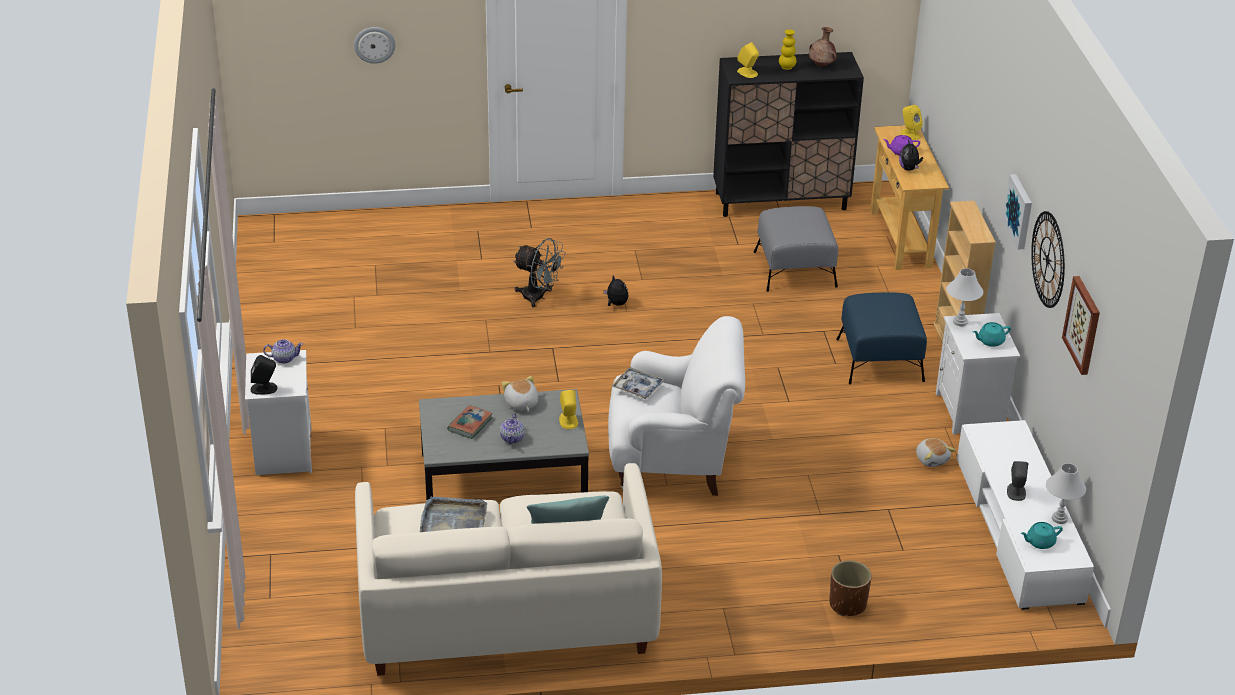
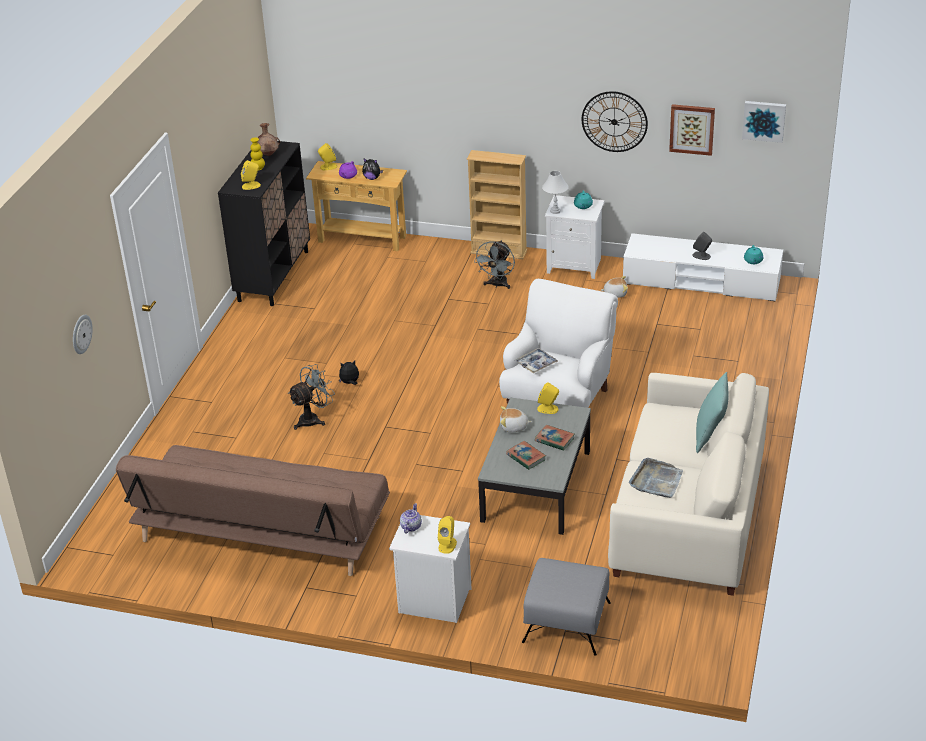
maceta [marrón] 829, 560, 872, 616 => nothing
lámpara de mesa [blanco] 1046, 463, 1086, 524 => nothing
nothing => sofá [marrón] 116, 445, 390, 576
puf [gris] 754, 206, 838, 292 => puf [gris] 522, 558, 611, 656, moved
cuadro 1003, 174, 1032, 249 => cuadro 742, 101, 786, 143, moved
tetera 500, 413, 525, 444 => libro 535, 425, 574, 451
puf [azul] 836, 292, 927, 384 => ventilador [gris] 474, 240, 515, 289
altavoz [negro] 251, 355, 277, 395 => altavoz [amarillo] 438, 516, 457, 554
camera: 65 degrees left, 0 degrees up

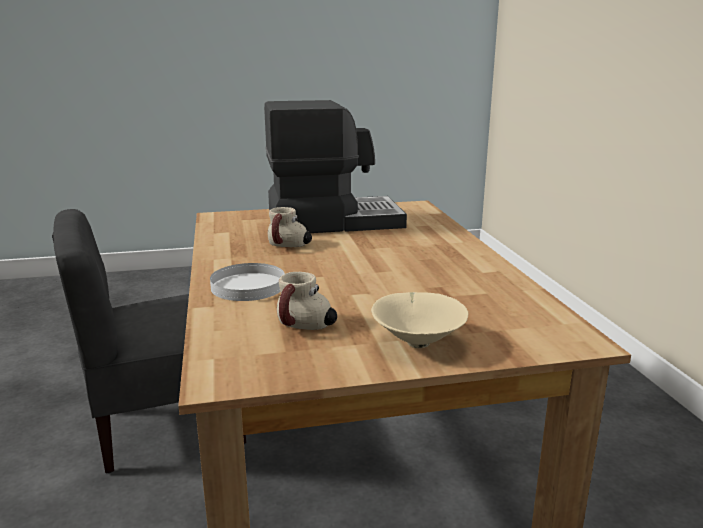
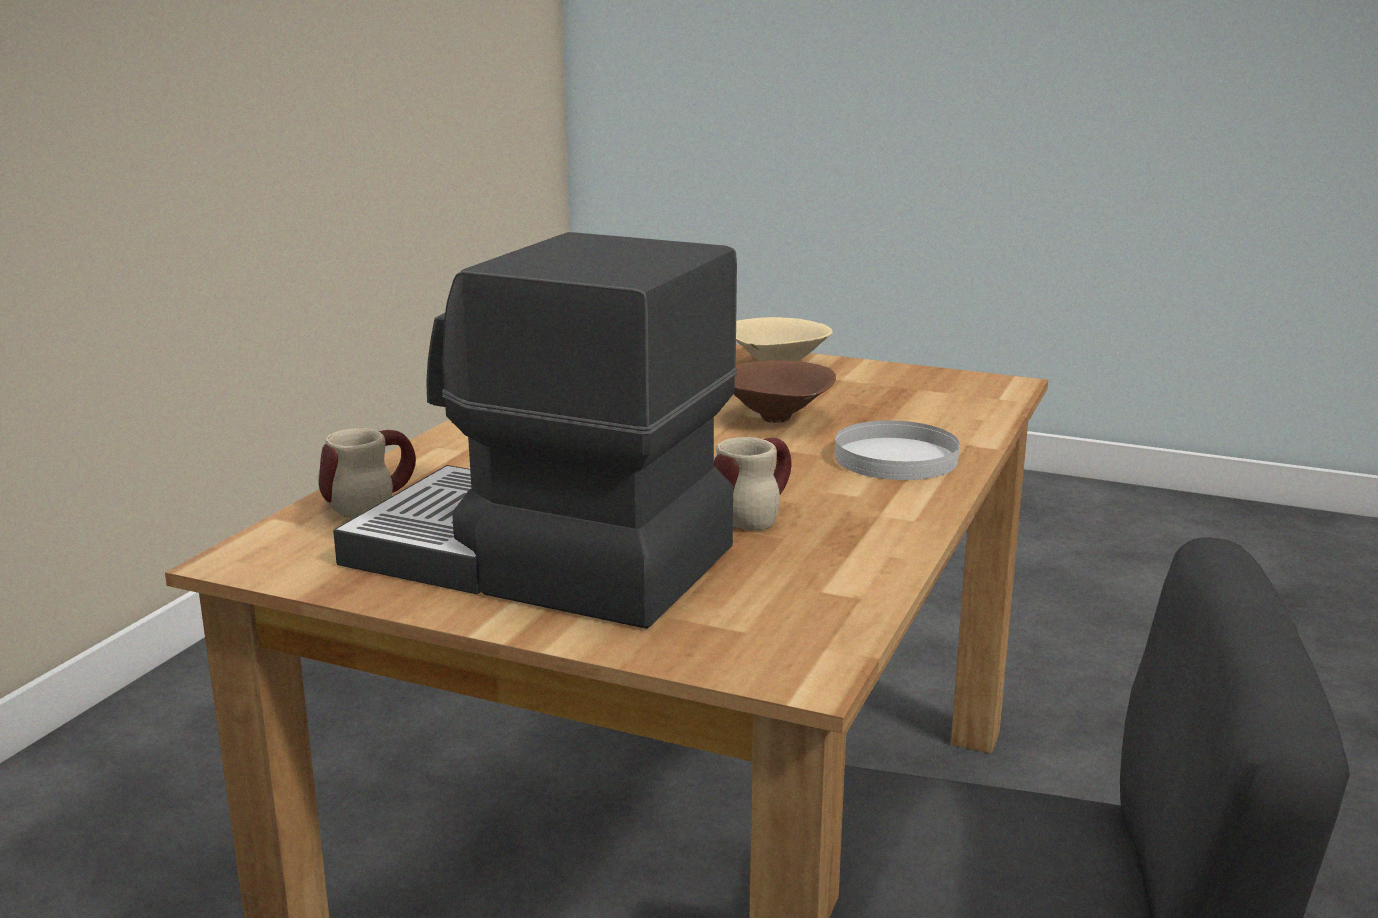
nothing => cuenco [marrón] 734, 360, 836, 423
taza grande 277, 272, 337, 330 => taza grande 318, 428, 416, 519, moved
camera: 145 degrees left, 0 degrees up

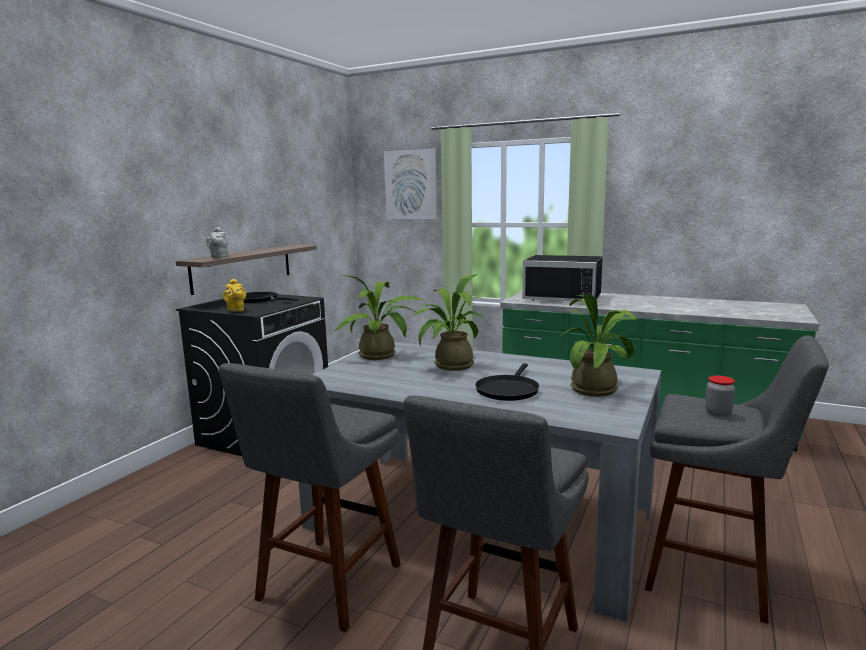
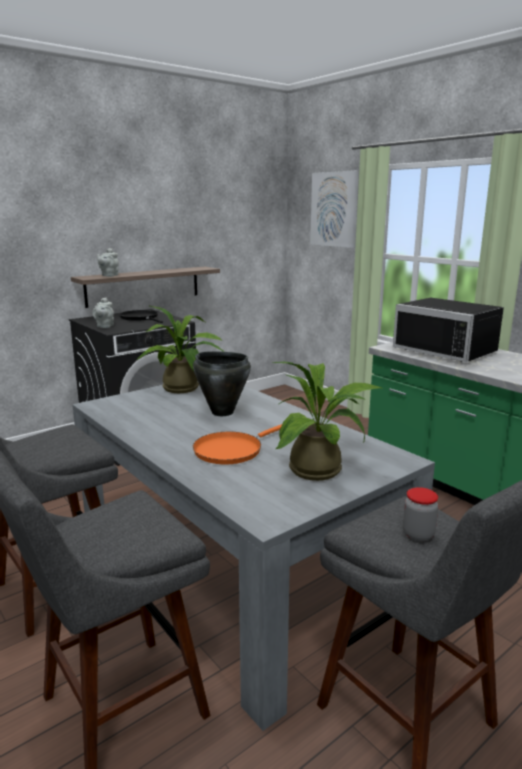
planta en maceta 412, 274, 486, 371 => olla [negro] 193, 351, 251, 416
tetera [amarillo] 223, 279, 246, 312 => tetera [gris] 92, 298, 114, 328
sartén [negro] 475, 363, 539, 401 => sartén [naranja] 193, 424, 282, 465
camera: 25 degrees right, 5 degrees up

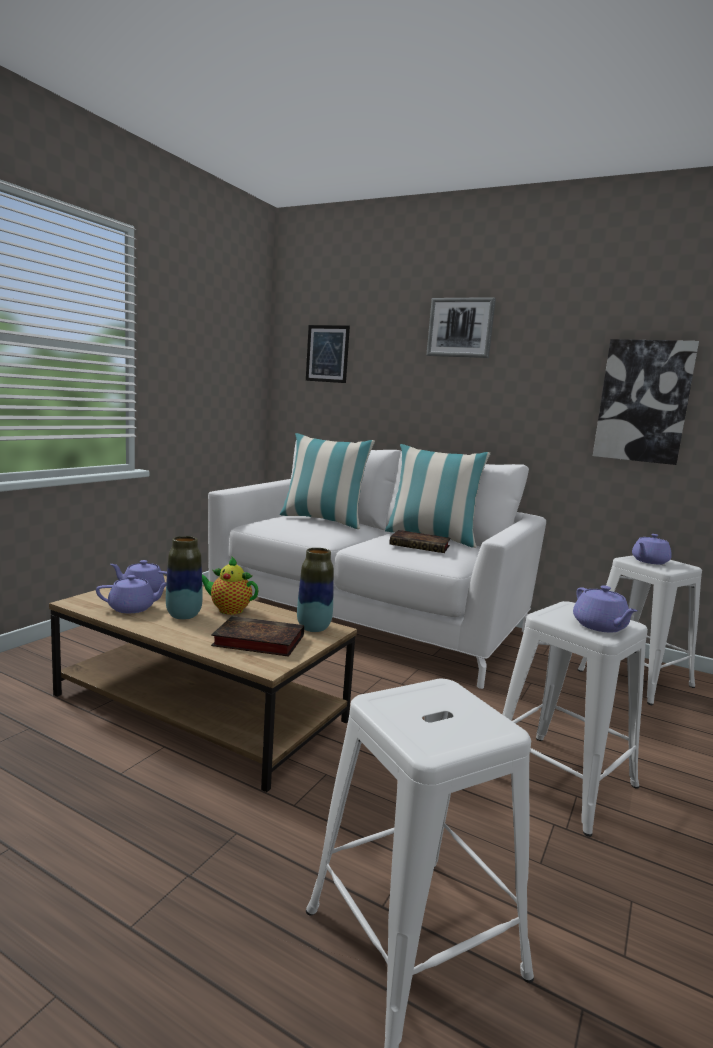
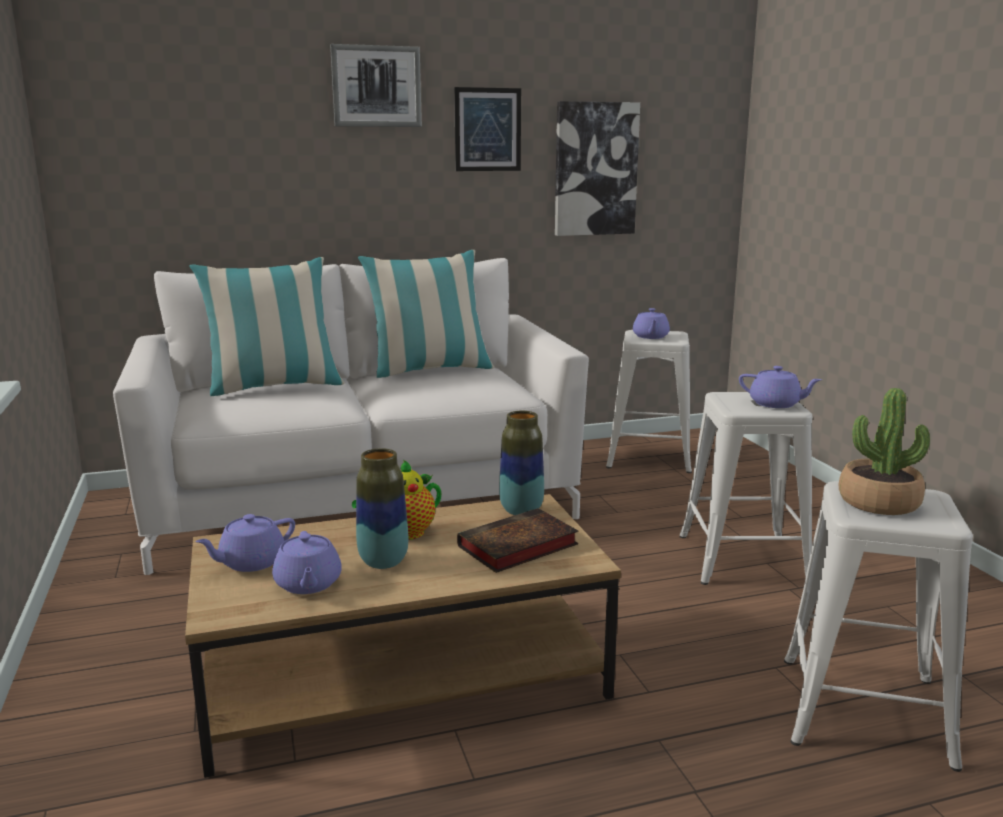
libro 389, 530, 451, 553 => nothing
nothing => planta en maceta 839, 388, 930, 515
cuadro 306, 325, 350, 383 => cuadro 454, 87, 521, 171, moved
tetera [morado] 96, 575, 166, 613 => tetera [morado] 272, 531, 342, 594, 135 degrees clockwise
camera: 45 degrees left, 5 degrees up

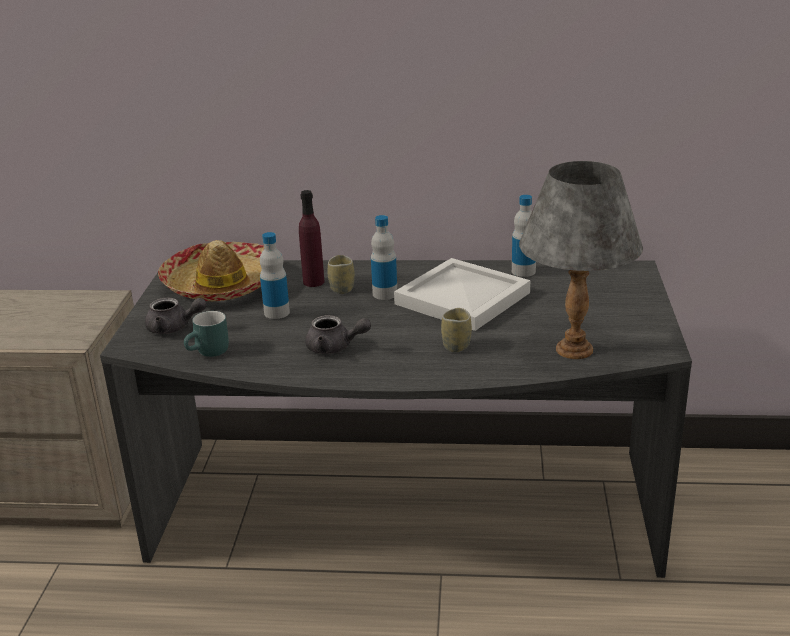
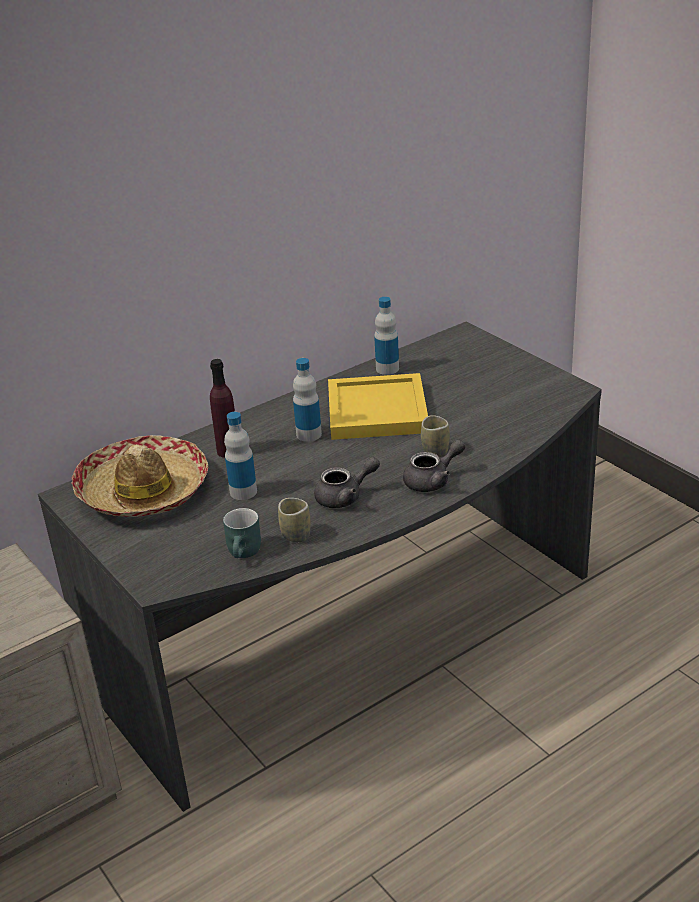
lámpara de mesa [gris] 519, 161, 643, 359 => nothing
tetera [gris] 145, 298, 207, 334 => tetera [gris] 403, 439, 465, 492, moved
taza 328, 255, 355, 294 => taza 278, 498, 310, 542, moved
bandeja [blanco] 394, 258, 530, 331 => bandeja [amarillo] 328, 373, 428, 440
camera: 40 degrees left, 5 degrees up

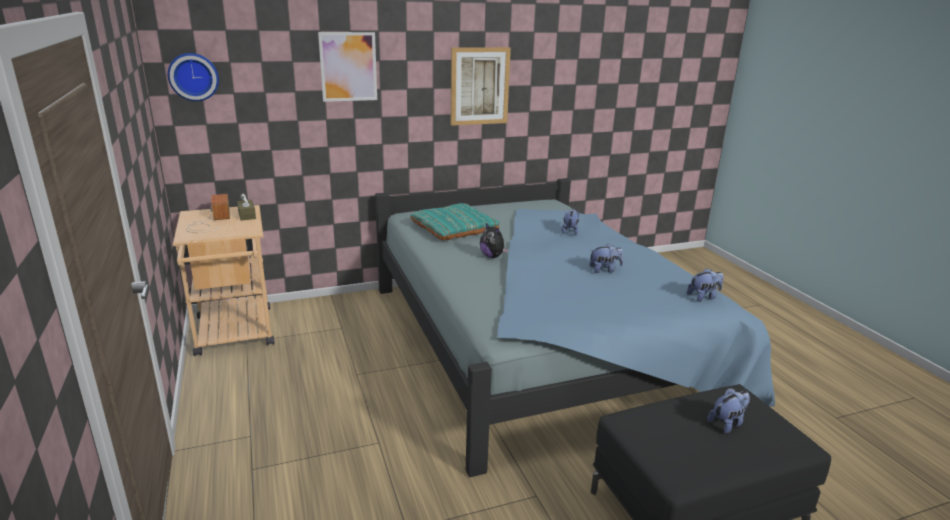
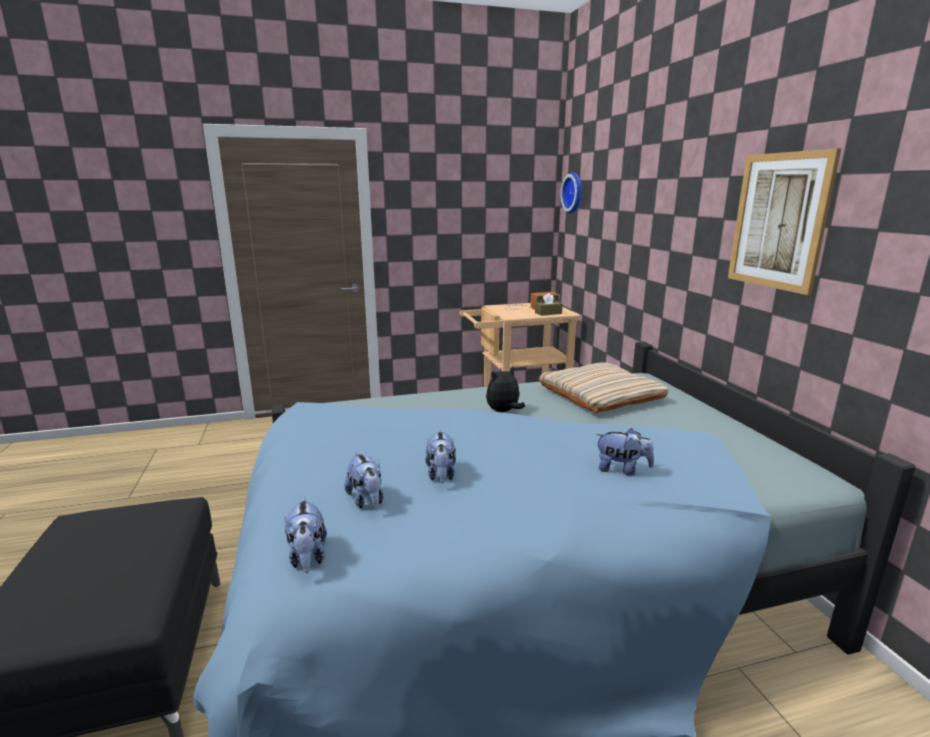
cuadro 318, 32, 377, 102 => nothing
peluche 707, 388, 750, 433 => peluche 345, 452, 383, 509, moved
cojín [turquesa] 410, 203, 499, 241 => cojín [beis] 539, 362, 668, 414
camera: 95 degrees right, 5 degrees down

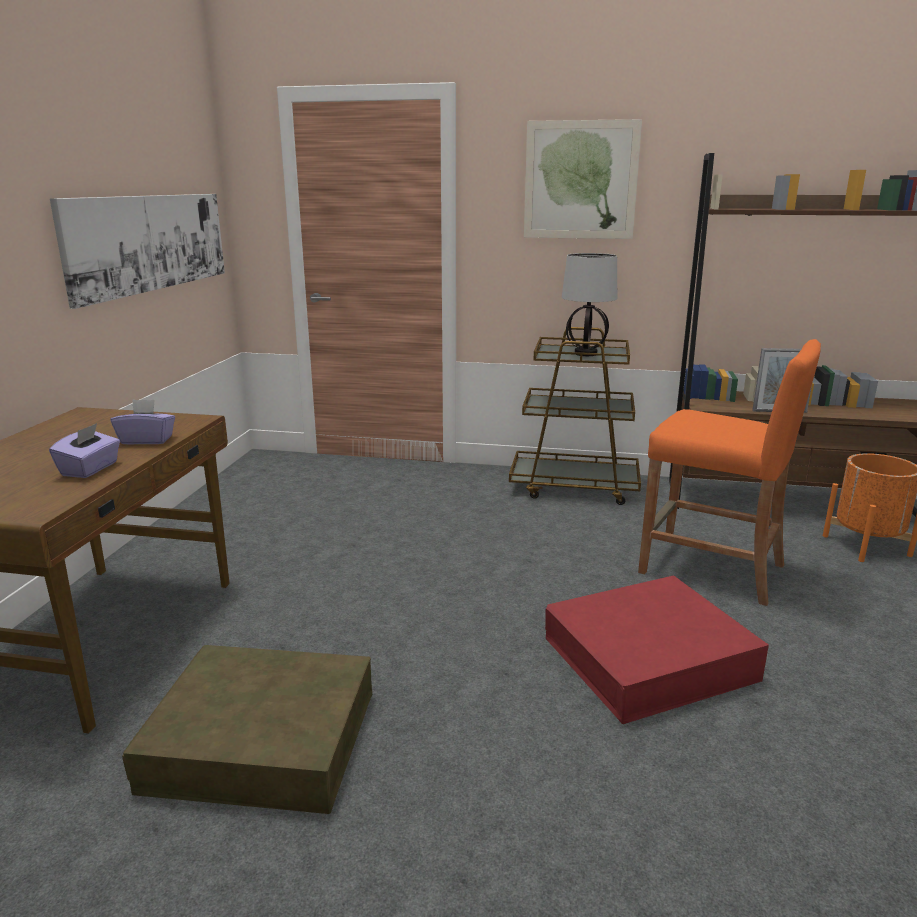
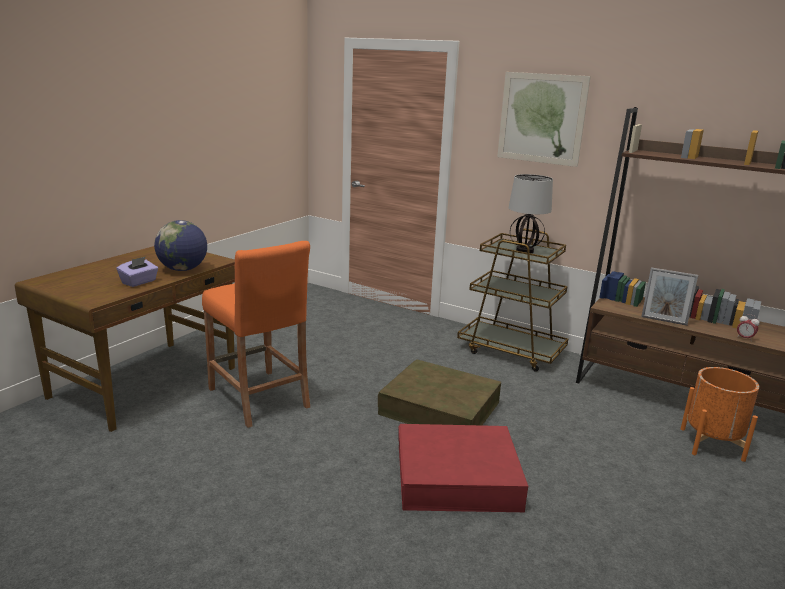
cuadro 50, 194, 225, 309 => nothing
nothing => despertador 737, 314, 760, 339
caja de almacenaje [marrón] 122, 645, 372, 814 => caja de almacenaje [marrón] 378, 359, 501, 425, moved
taburete [naranja] 638, 339, 821, 606 => taburete [naranja] 202, 241, 310, 428, moved
caja de pañuelos [morado] 110, 399, 175, 445 => globo terráqueo 154, 220, 207, 271
camera: 20 degrees right, 0 degrees up

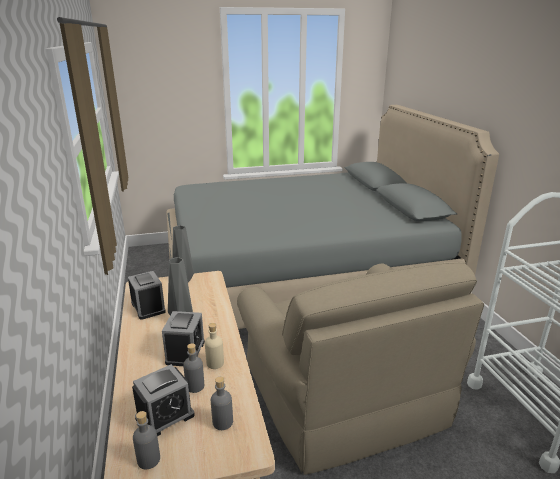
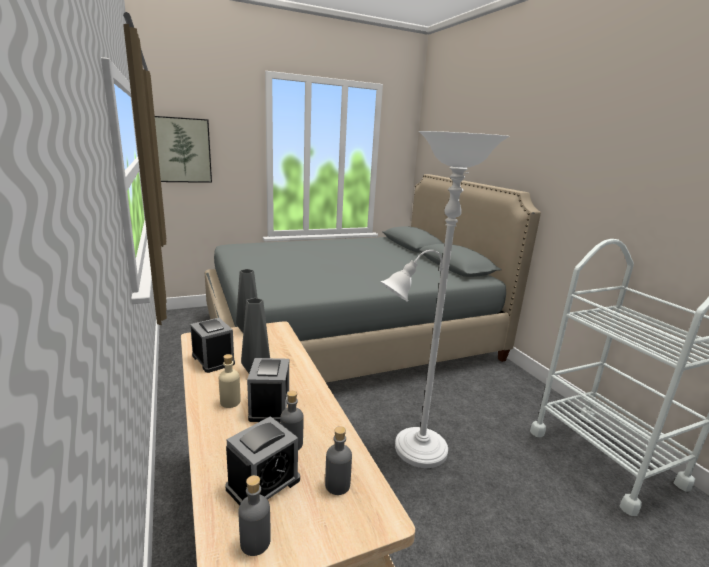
nothing => cuadro 155, 116, 212, 183
botella [beis] 205, 323, 224, 369 => botella [beis] 219, 354, 241, 408, moved
sillón [beis] 237, 262, 484, 475 => lámpara de pie [blanco] 380, 131, 510, 468
camera: 10 degrees left, 5 degrees down

